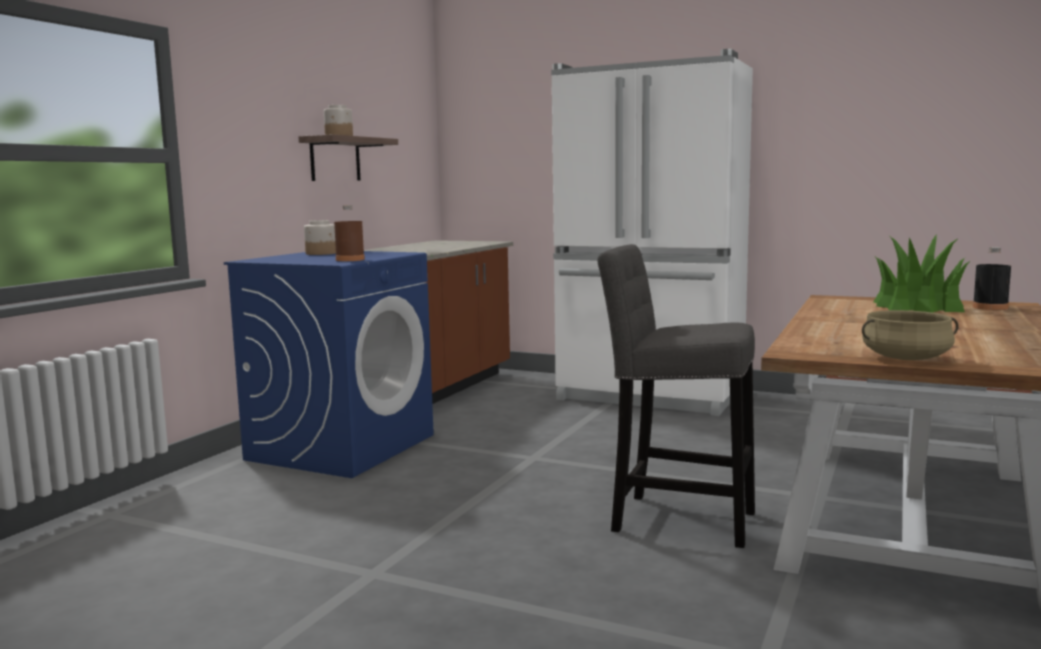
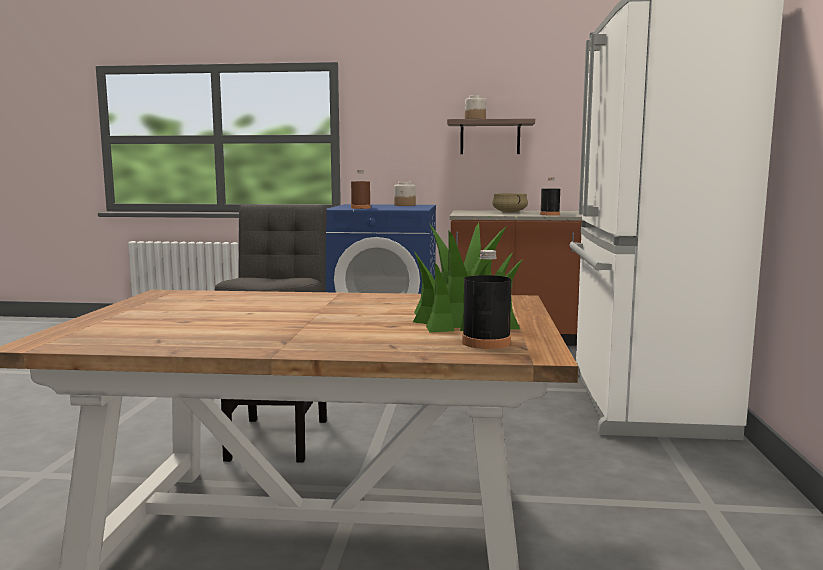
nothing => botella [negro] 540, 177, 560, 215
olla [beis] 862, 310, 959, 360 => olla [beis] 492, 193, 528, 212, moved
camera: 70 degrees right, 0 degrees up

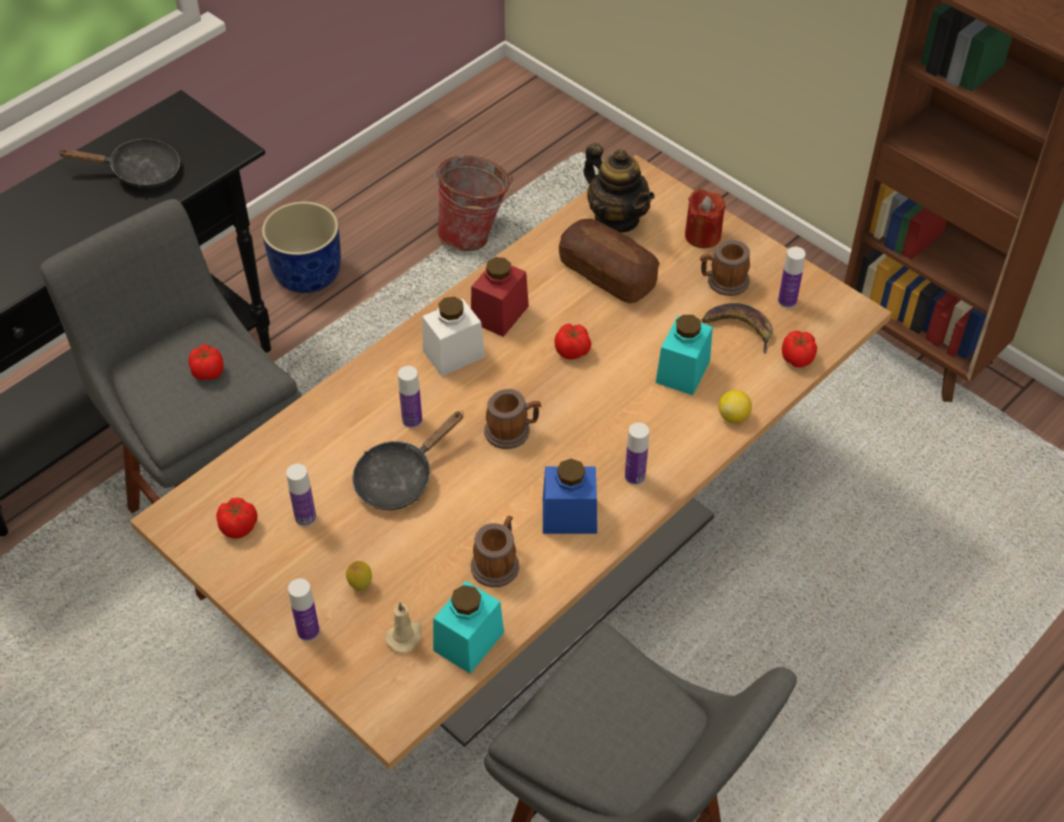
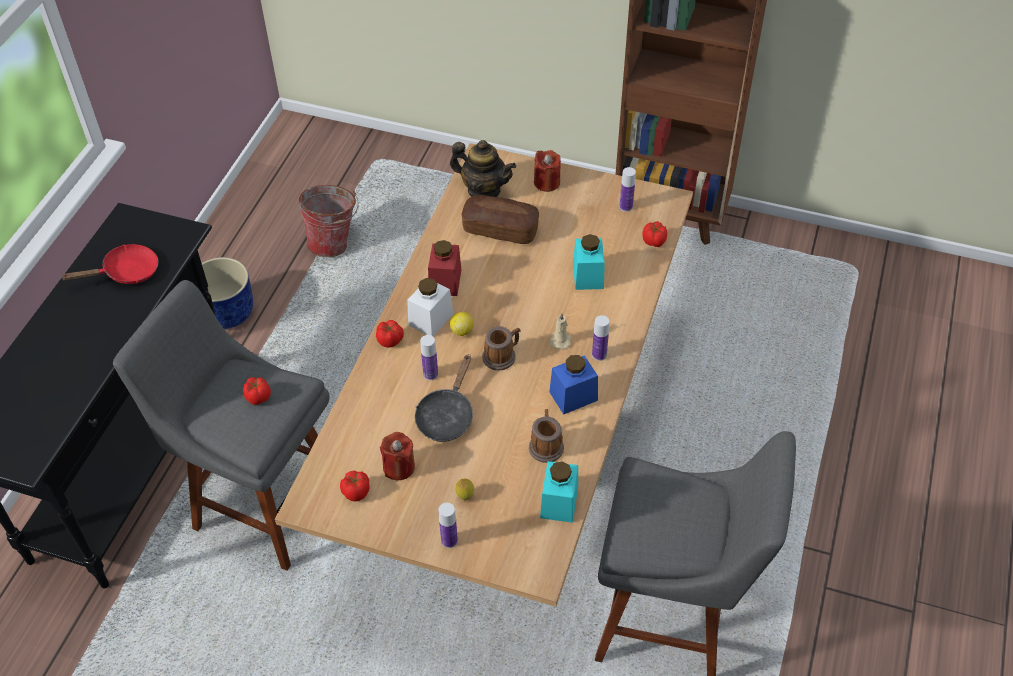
taza grande 700, 240, 750, 296 => nothing
plátano 702, 303, 773, 354 => nothing
vela [beis] 385, 602, 422, 654 => vela [beis] 549, 313, 572, 350, moved
tomate 554, 323, 592, 360 => tomate 376, 320, 404, 348, moved
limón 719, 390, 752, 423 => limón 450, 312, 474, 336, moved
botella 286, 464, 316, 526 => vela [rojo] 380, 432, 415, 480
sartén [negro] 58, 138, 180, 188 => sartén [rojo] 60, 244, 159, 284
camera: 25 degrees left, 0 degrees up

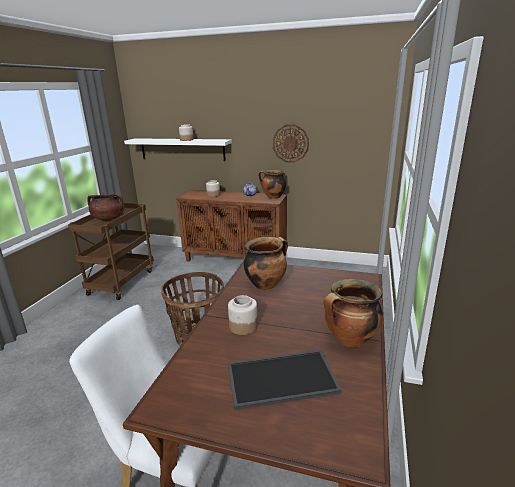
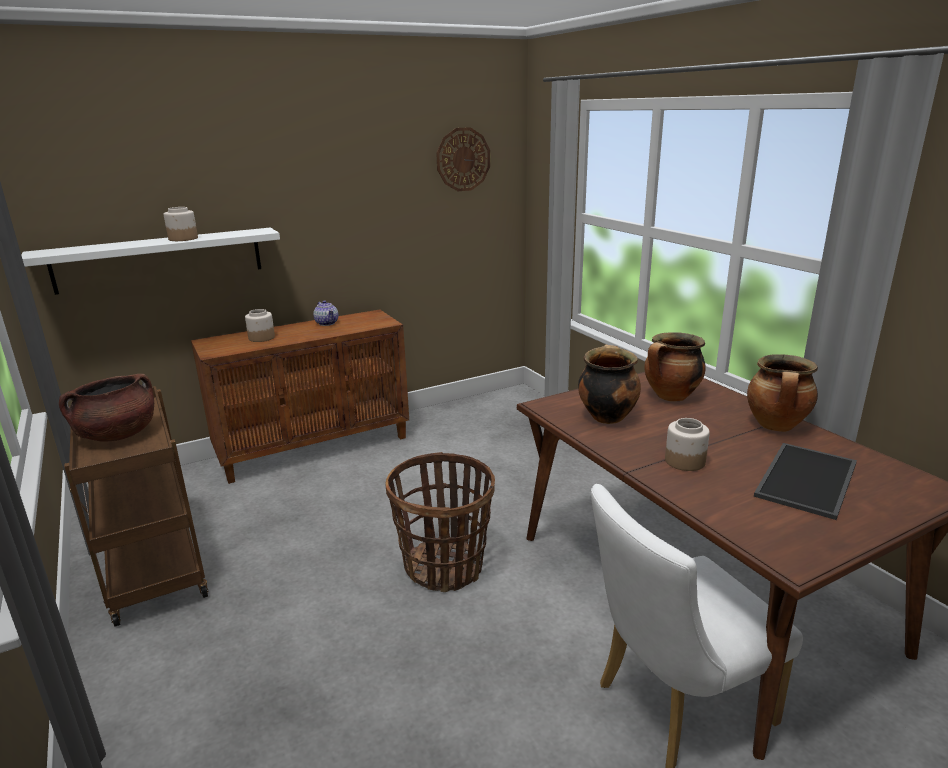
olla 258, 170, 286, 199 => olla 644, 332, 706, 402, moved
reloj de pared 273, 125, 309, 163 => reloj de pared 436, 127, 490, 191, moved
camera: 45 degrees left, 0 degrees up

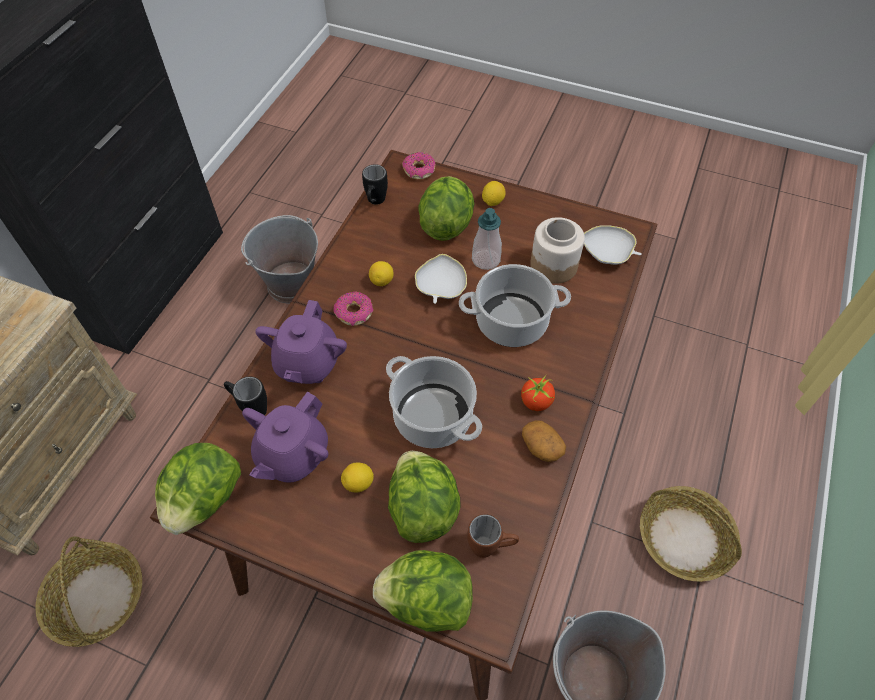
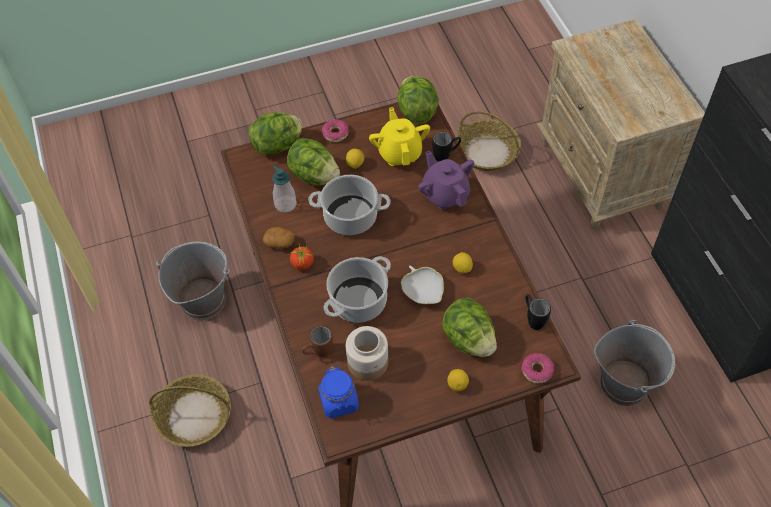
rosquilla 334, 292, 373, 326 => rosquilla 322, 119, 349, 142, moved
taza grande [marrón] 467, 514, 519, 558 => taza grande [marrón] 302, 326, 333, 358, moved
dispensador de jabón 472, 208, 502, 270 => dispensador de jabón 272, 165, 297, 213, moved
cuenco [blanco] 584, 225, 642, 265 => tarro [azul] 318, 367, 359, 418
tetera [morado] 242, 392, 329, 483 => tetera [amarillo] 369, 107, 430, 166
camera: 140 degrees right, 0 degrees up

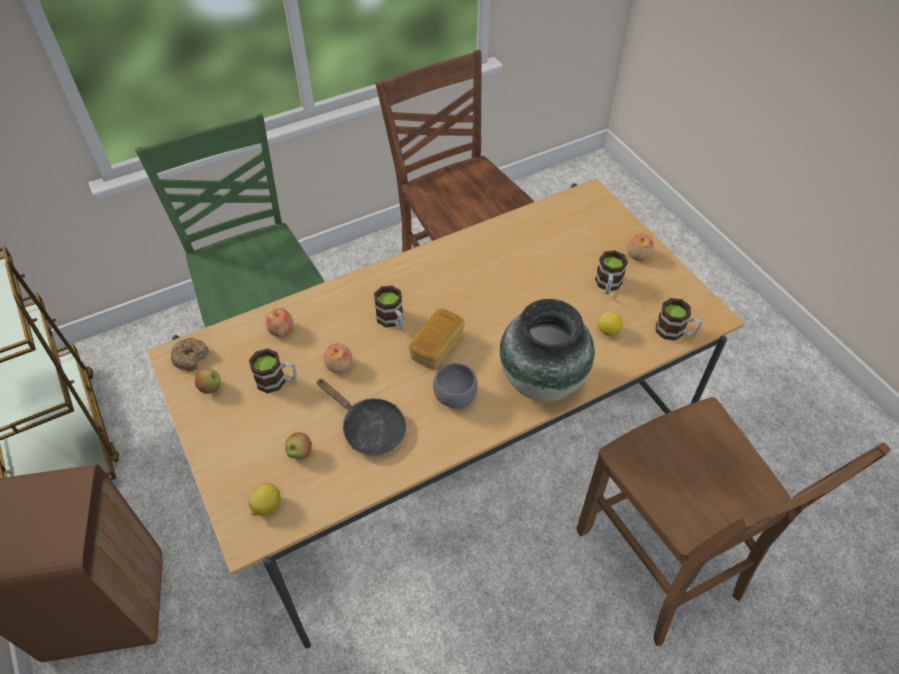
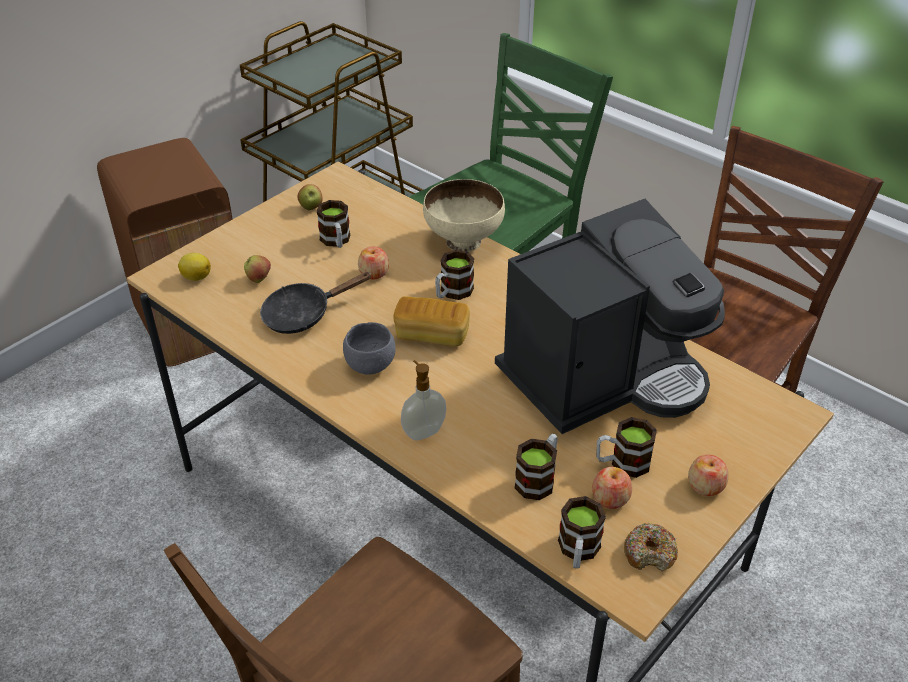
nothing => cuenco [beis] 423, 179, 505, 252
nothing => cafetera 495, 199, 725, 434
rosquilla 171, 338, 209, 372 => rosquilla 624, 523, 678, 571, moved
manzana 265, 308, 293, 337 => manzana 592, 467, 632, 509, moved
florero 499, 299, 595, 402 => dispensador de jabón 401, 360, 446, 440
limón 598, 312, 623, 336 => taza grande 514, 434, 558, 500
sartén [negro] 316, 378, 406, 456 => sartén [negro] 260, 272, 372, 334, 45 degrees clockwise
camera: 70 degrees right, 10 degrees down

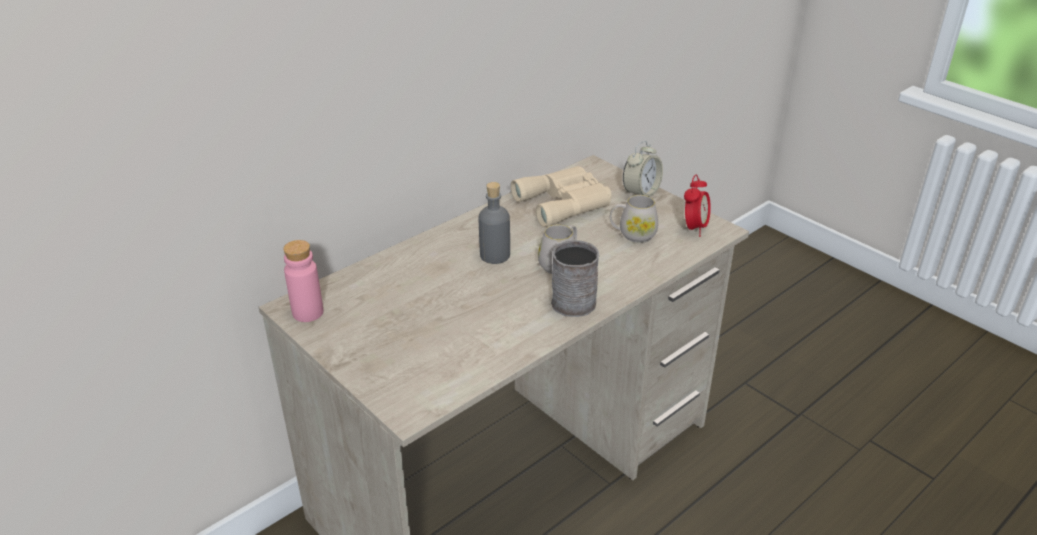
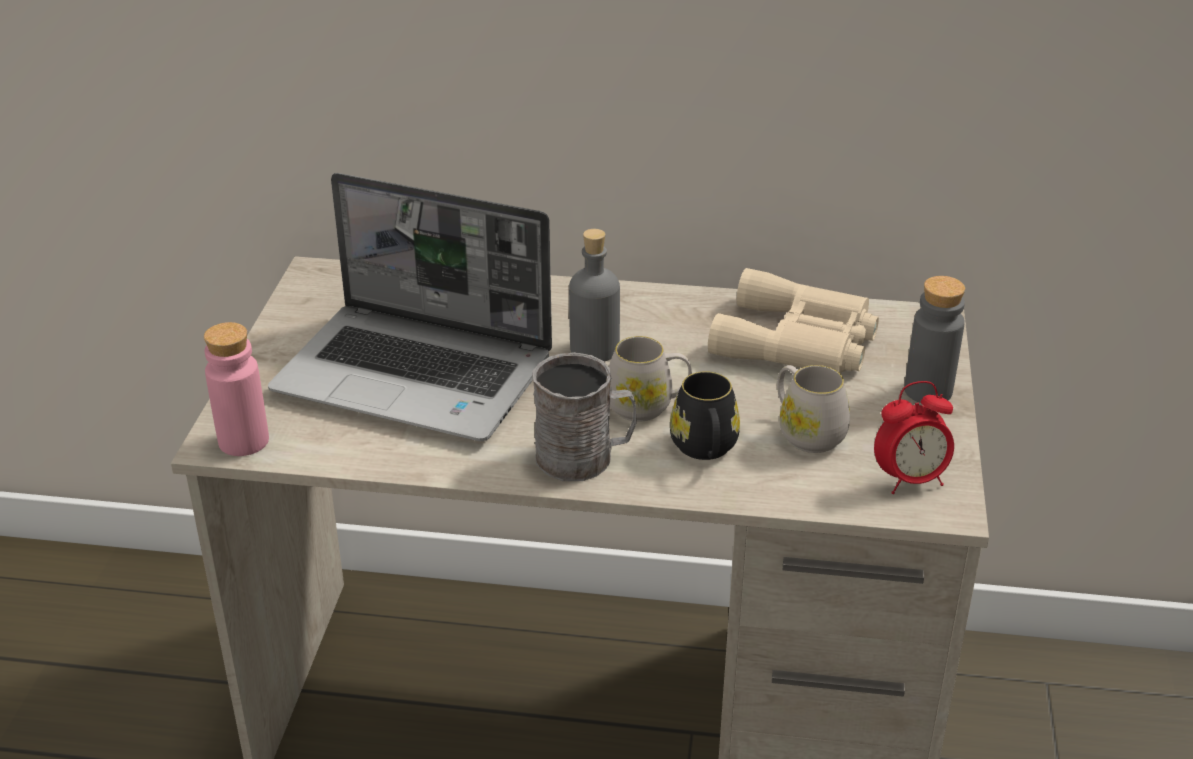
nothing => portátil 268, 173, 552, 441
nothing => taza grande [negro] 670, 371, 740, 460
botella [rosa] 283, 240, 323, 322 => botella [rosa] 204, 322, 269, 456, moved
despertador 623, 141, 663, 197 => botella [gris] 904, 276, 965, 403
camera: 50 degrees right, 0 degrees up

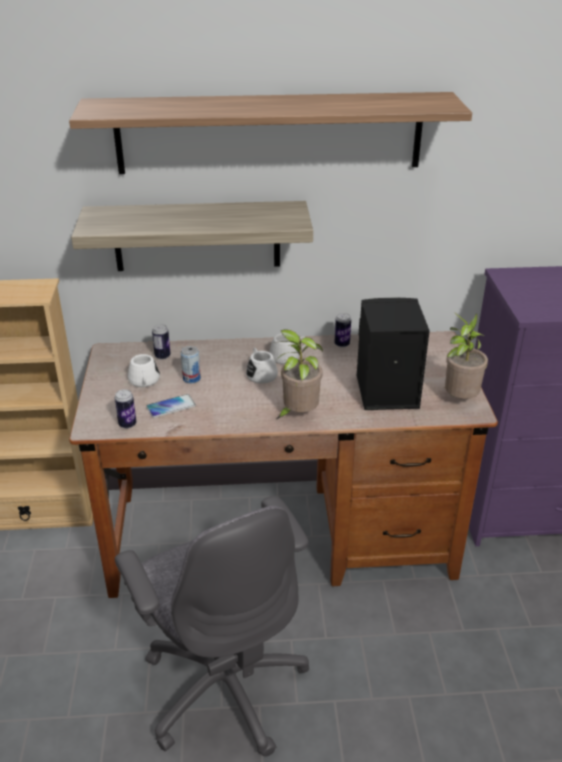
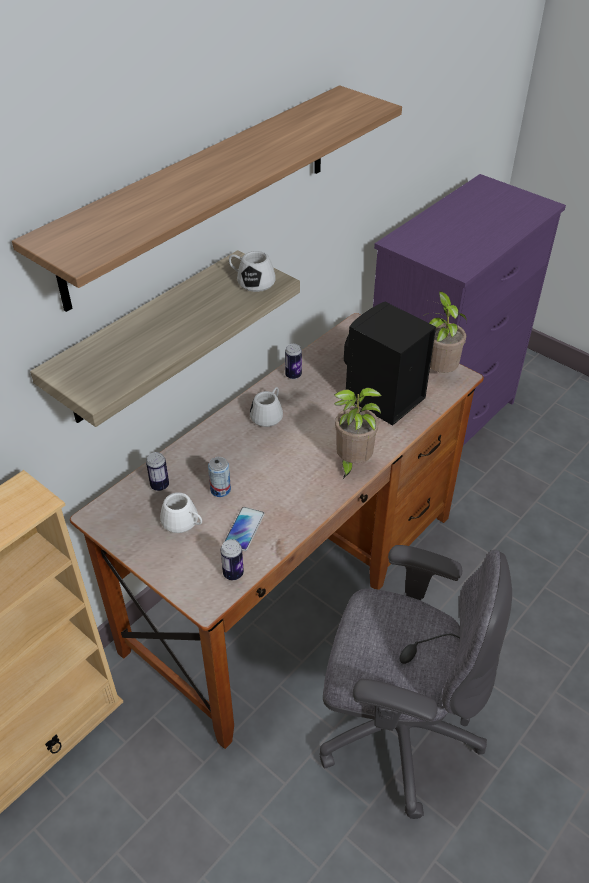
taza grande [blanco] 246, 348, 278, 384 => taza grande [blanco] 229, 251, 276, 292, moved
camera: 45 degrees left, 10 degrees up

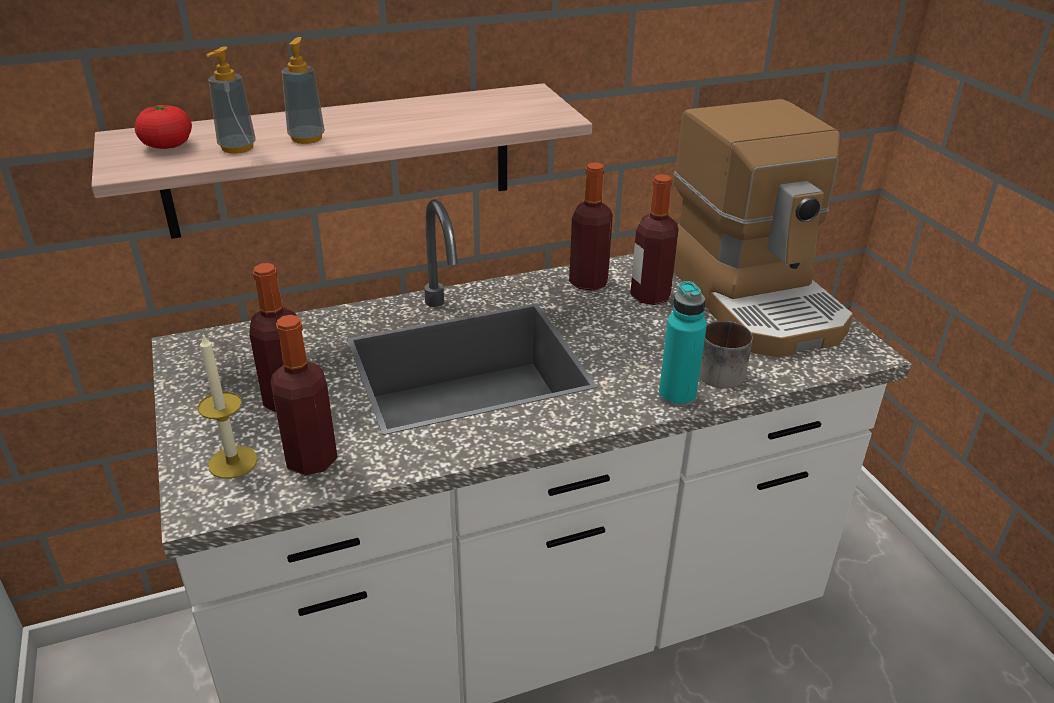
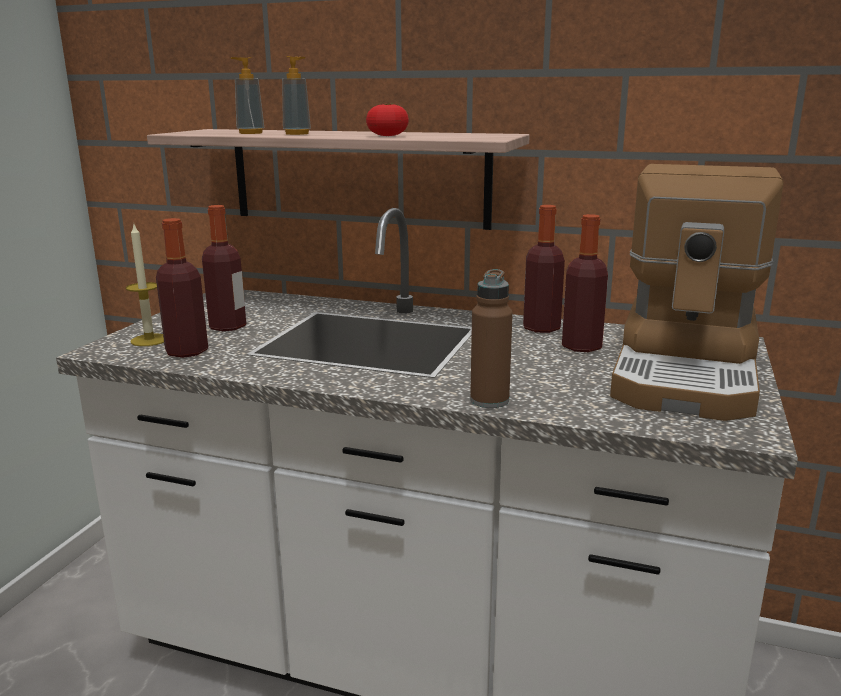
taza grande 699, 321, 753, 388 => nothing
tomate 135, 105, 192, 149 => tomate 366, 103, 409, 136, moved
botella [turquesa] 659, 281, 707, 407 => botella [marrón] 470, 269, 513, 408
camera: 40 degrees right, 15 degrees down

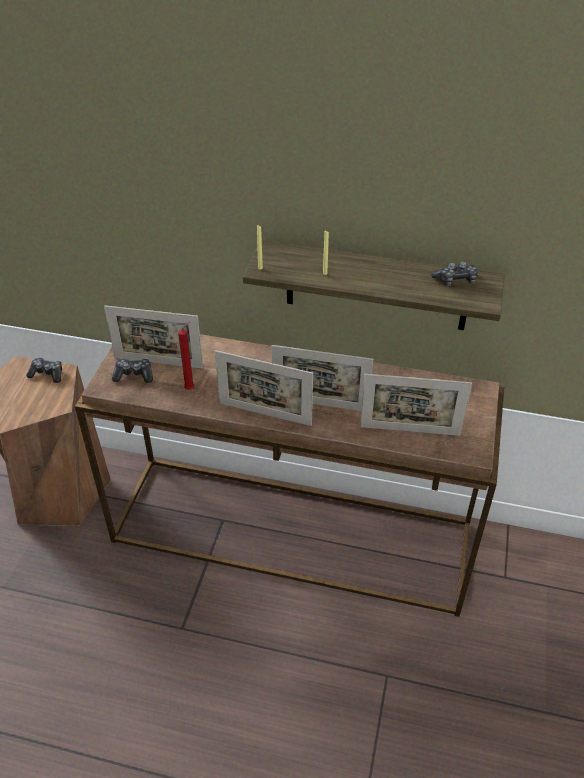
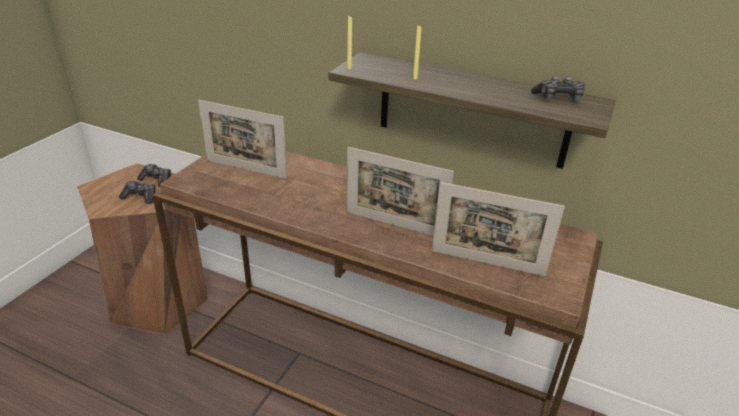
vela [rojo] 178, 322, 194, 390 => nothing
portarretratos 215, 350, 313, 426 => nothing
mando de consola 112, 358, 153, 383 => mando de consola 119, 181, 156, 204, moved
camera: 10 degrees right, 10 degrees down

